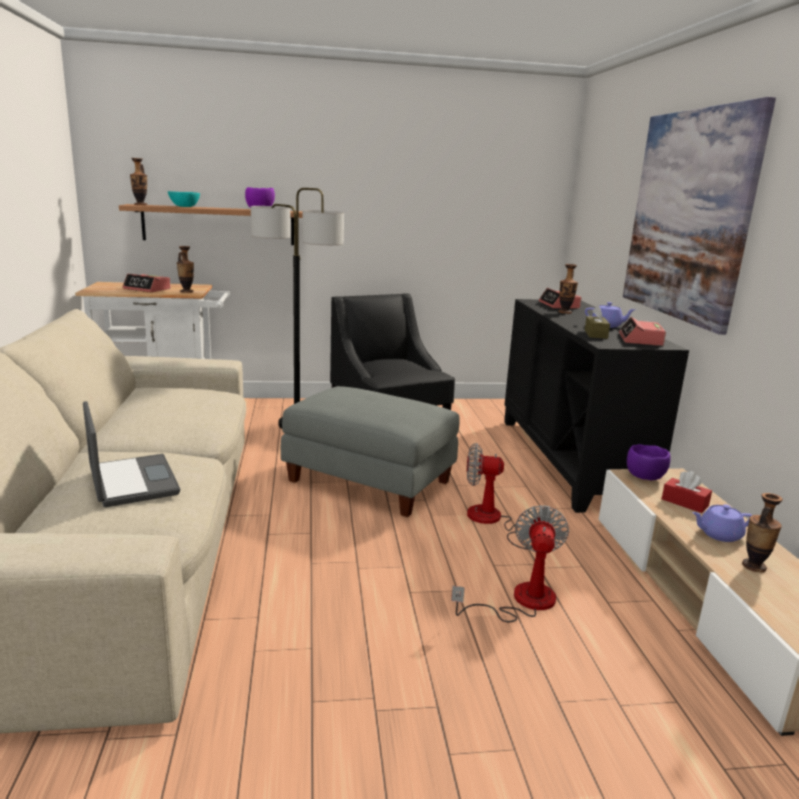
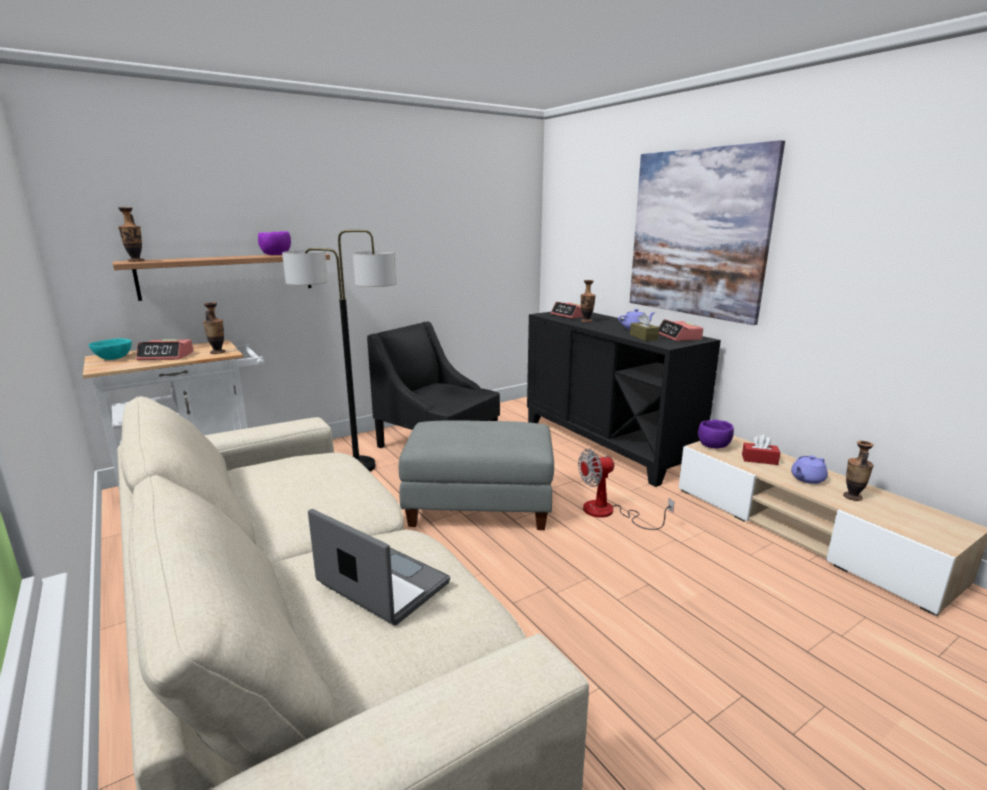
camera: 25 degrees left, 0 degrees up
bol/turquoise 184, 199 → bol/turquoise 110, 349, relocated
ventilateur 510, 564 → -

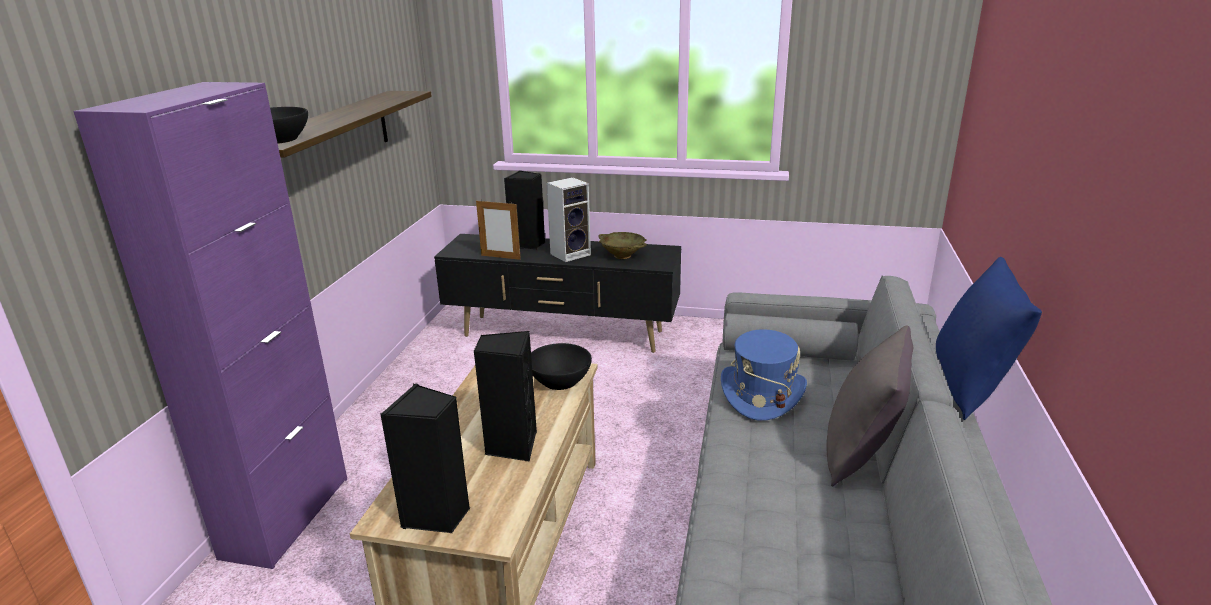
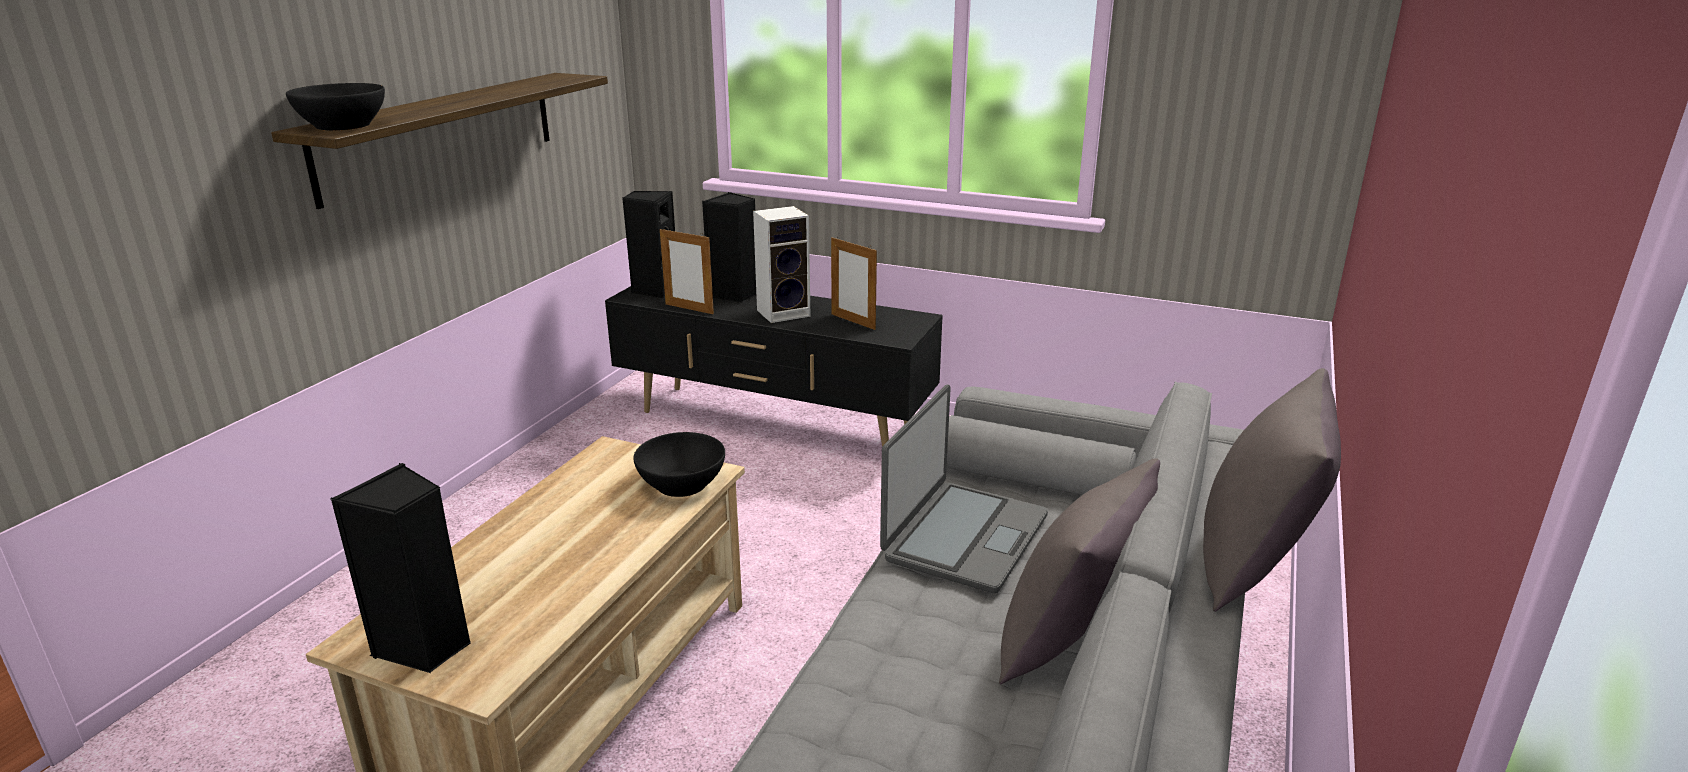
camera: 10 degrees right, 0 degrees up
meuble de rangement/violet 210, 325 → -
bol/beige 622, 245 → cadre photo 854, 283
coussin/bleu 989, 338 → coussin/gris 1272, 490
chapeau/bleu 764, 375 → ordinateur portable 964, 489
enceinte/noir 505, 396 → enceinte/noir 648, 244, relocated

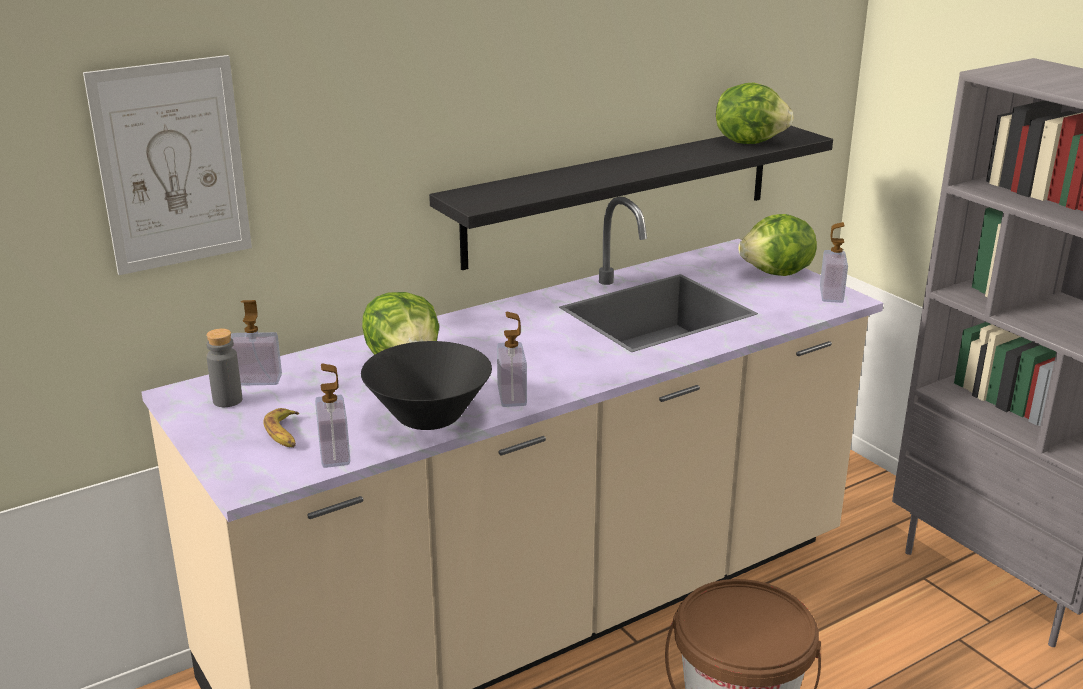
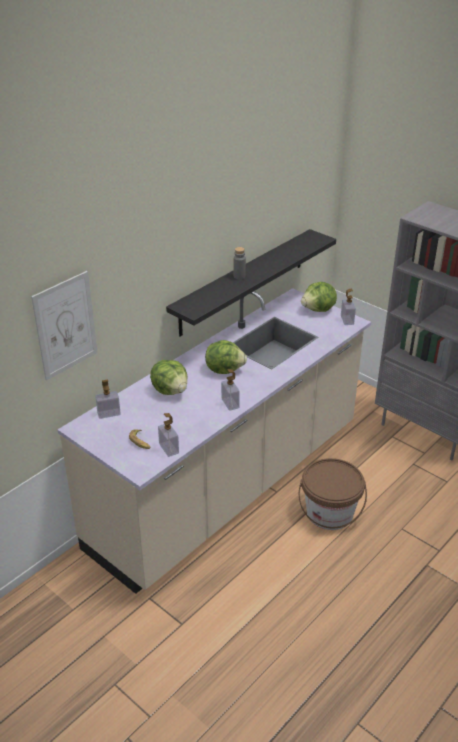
camera: 15 degrees left, 10 degrees up
laitue 754, 113 → laitue 226, 357, relocated
bouteille/gris 224, 368 → bouteille/gris 240, 263, relocated
bol/noir 426, 385 → -

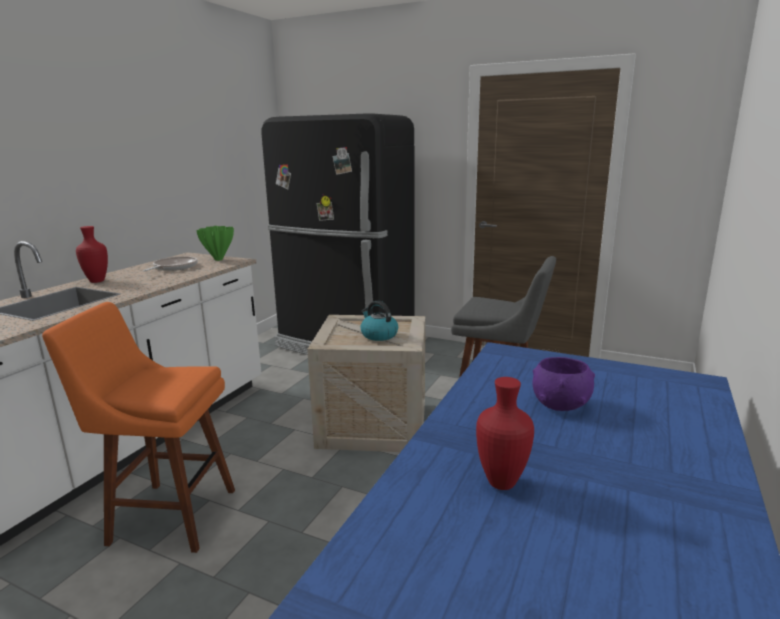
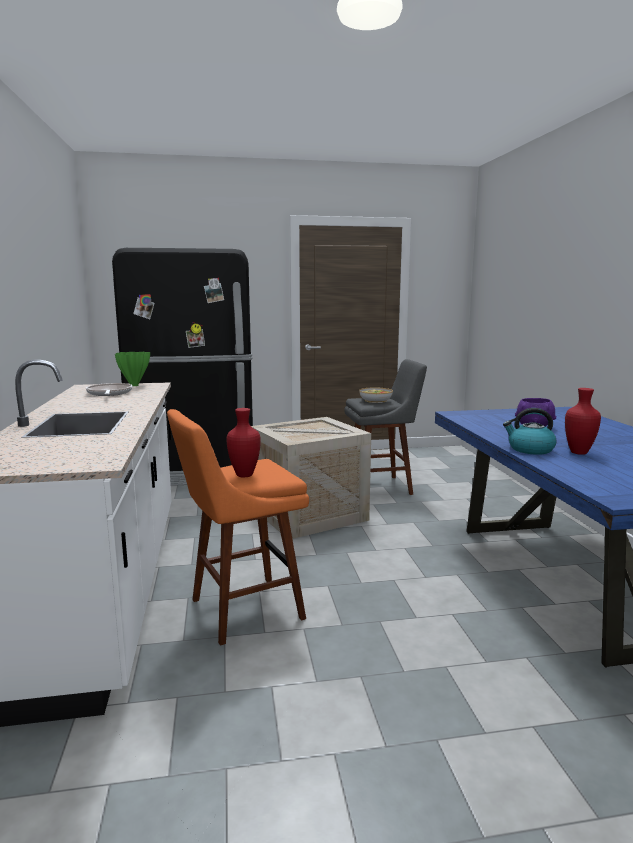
camera: 35 degrees left, 5 degrees down
vase/rouge 92, 254 → vase/rouge 244, 442, relocated
bouilloire 379, 321 → bouilloire 530, 431, relocated
- → bol 376, 395

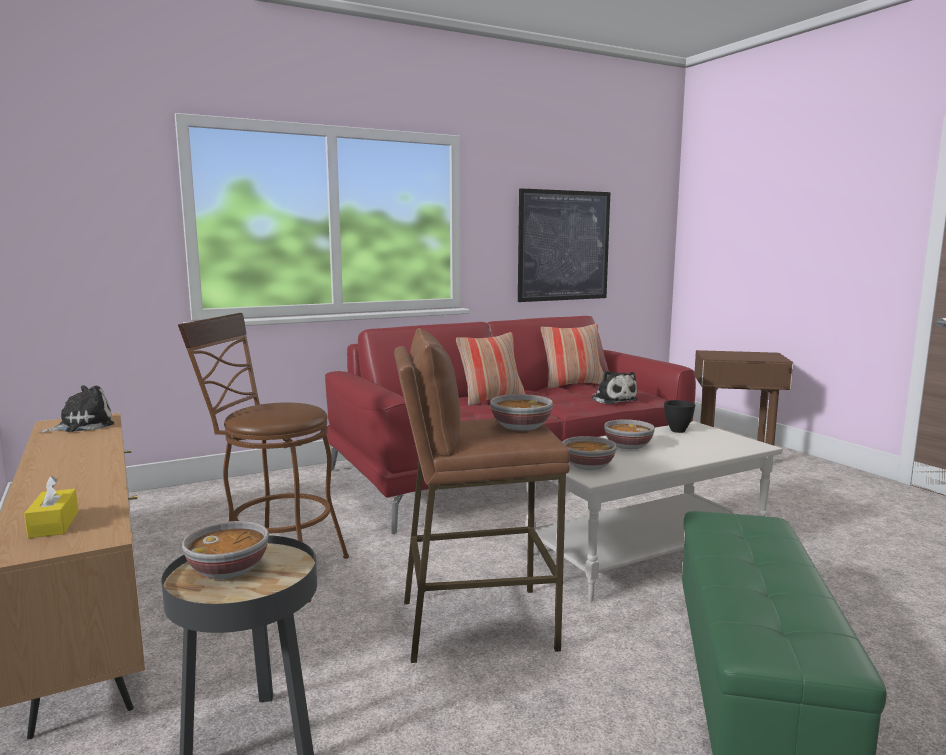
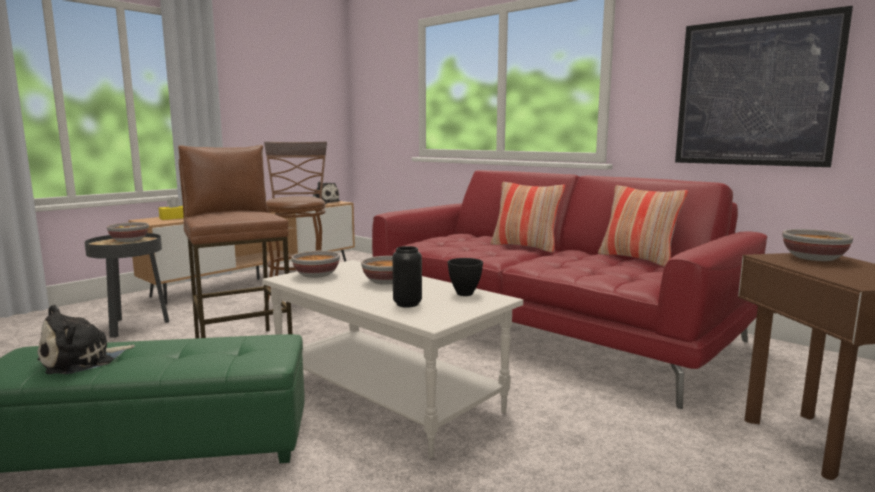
camera: 70 degrees right, 0 degrees up
peluche 615, 387 → peluche 86, 339, relocated
bol 521, 412 → bol 818, 245, relocated
- → vase/noir 407, 277

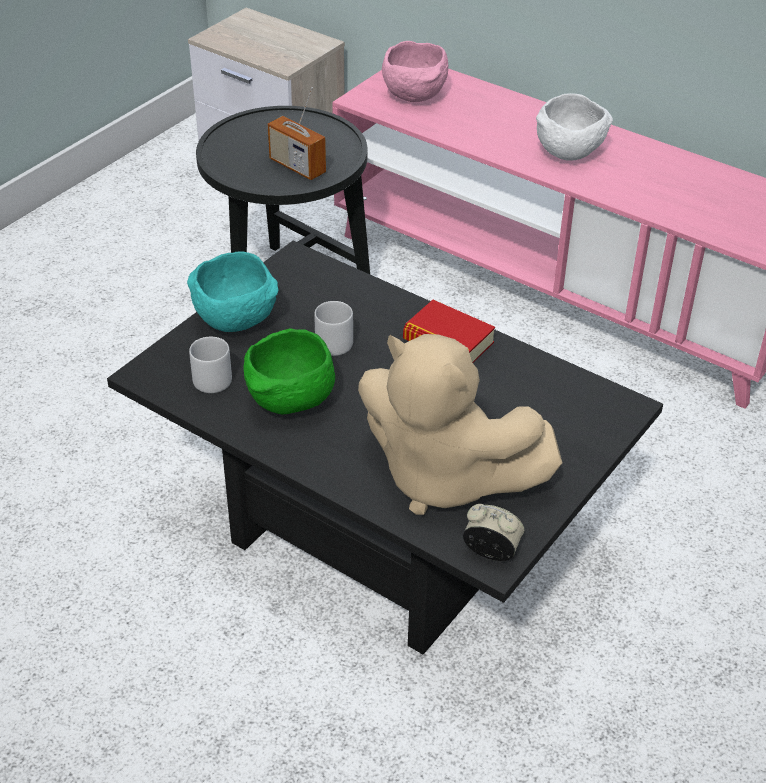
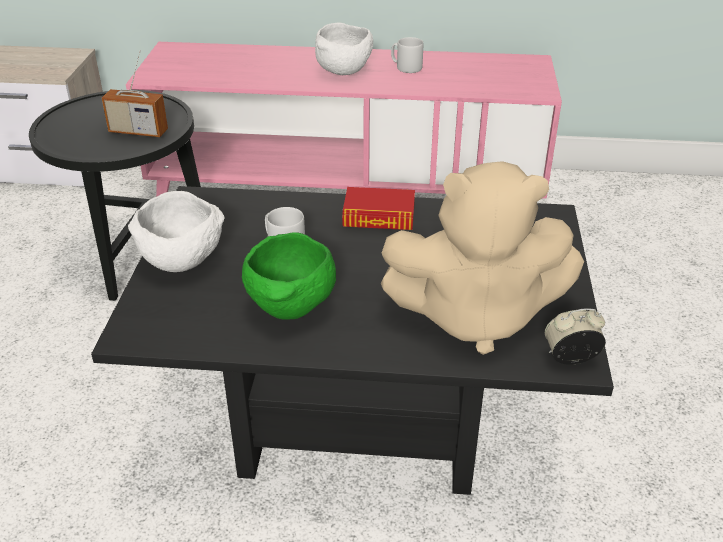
camera: 30 degrees left, 5 degrees down
bol/rose 415, 71 → -
bol/turquoise 232, 291 → bol/blanc 176, 231
mug/gris 210, 365 → mug/gris 407, 55, relocated

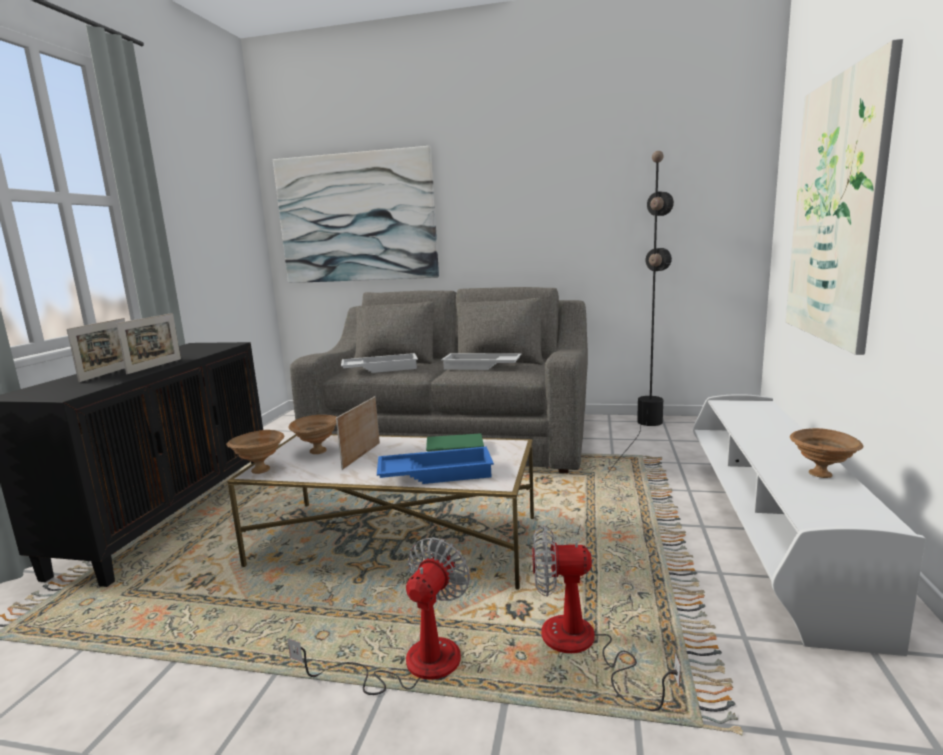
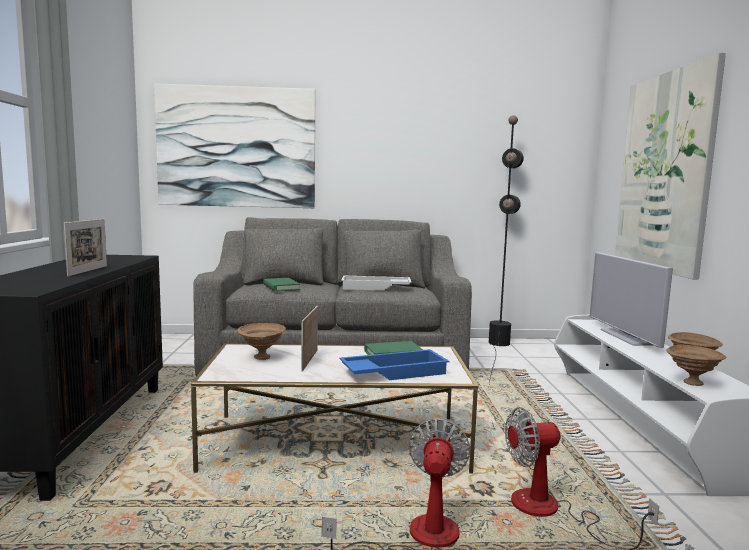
camera: 15 degrees left, 5 degrees down
cadre photo 96, 350 → -
plateau/blanc 379, 363 → livre/vert 281, 284
bol/marron 255, 452 → bol/marron 696, 365, relocated
- → téléviseur 631, 300

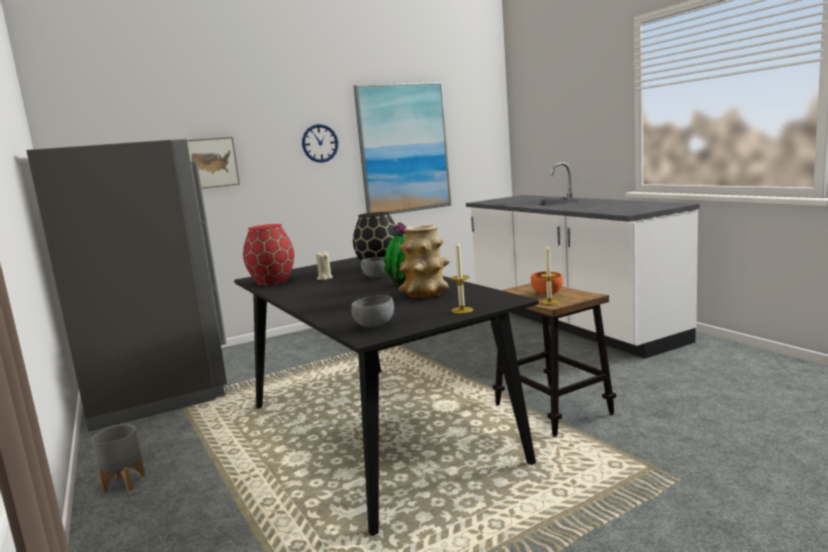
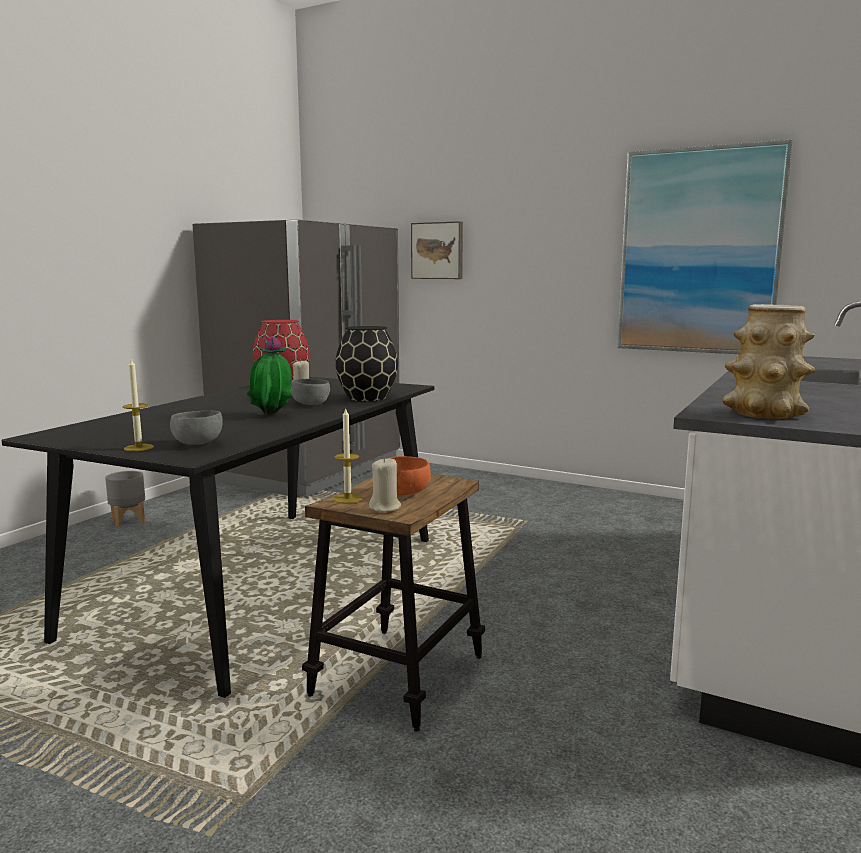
camera: 55 degrees right, 0 degrees up
horloge murale 320, 143 → -
vase 424, 261 → vase 768, 361, relocated
bol/gris 373, 311 → bol/gris 196, 428, relocated
- → bougie/beige 385, 484

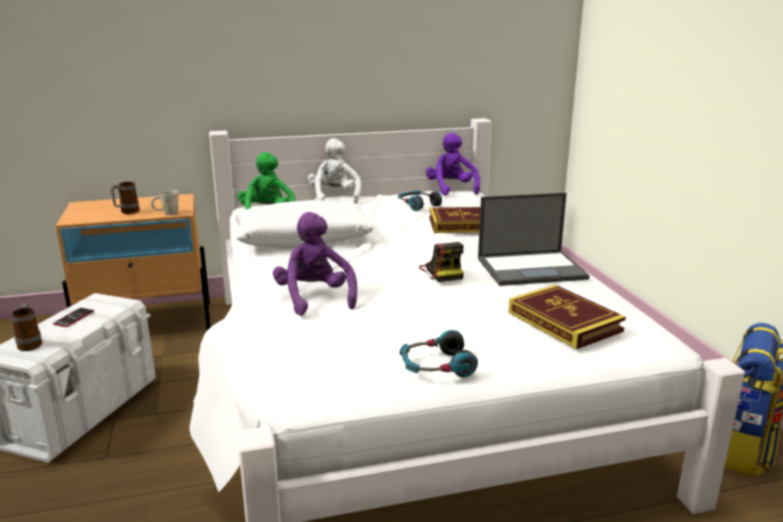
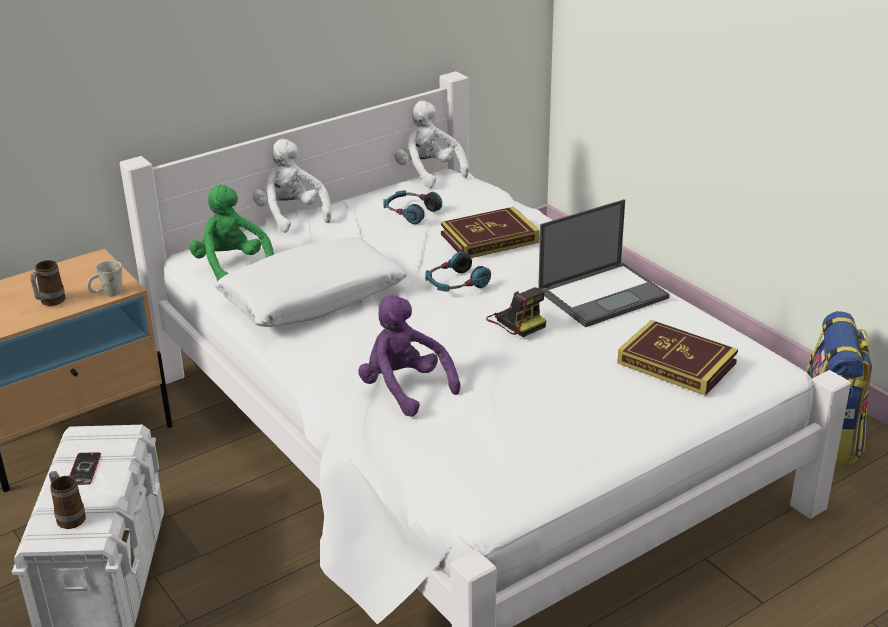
camera: 20 degrees left, 10 degrees up
peluche/violet 453, 164 → peluche/blanc 431, 144
casque audio 439, 353 → casque audio 458, 272, relocated

